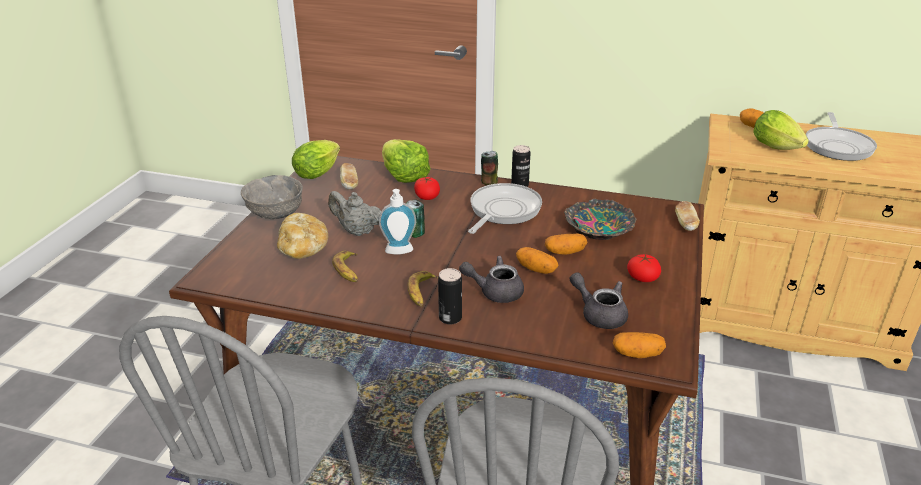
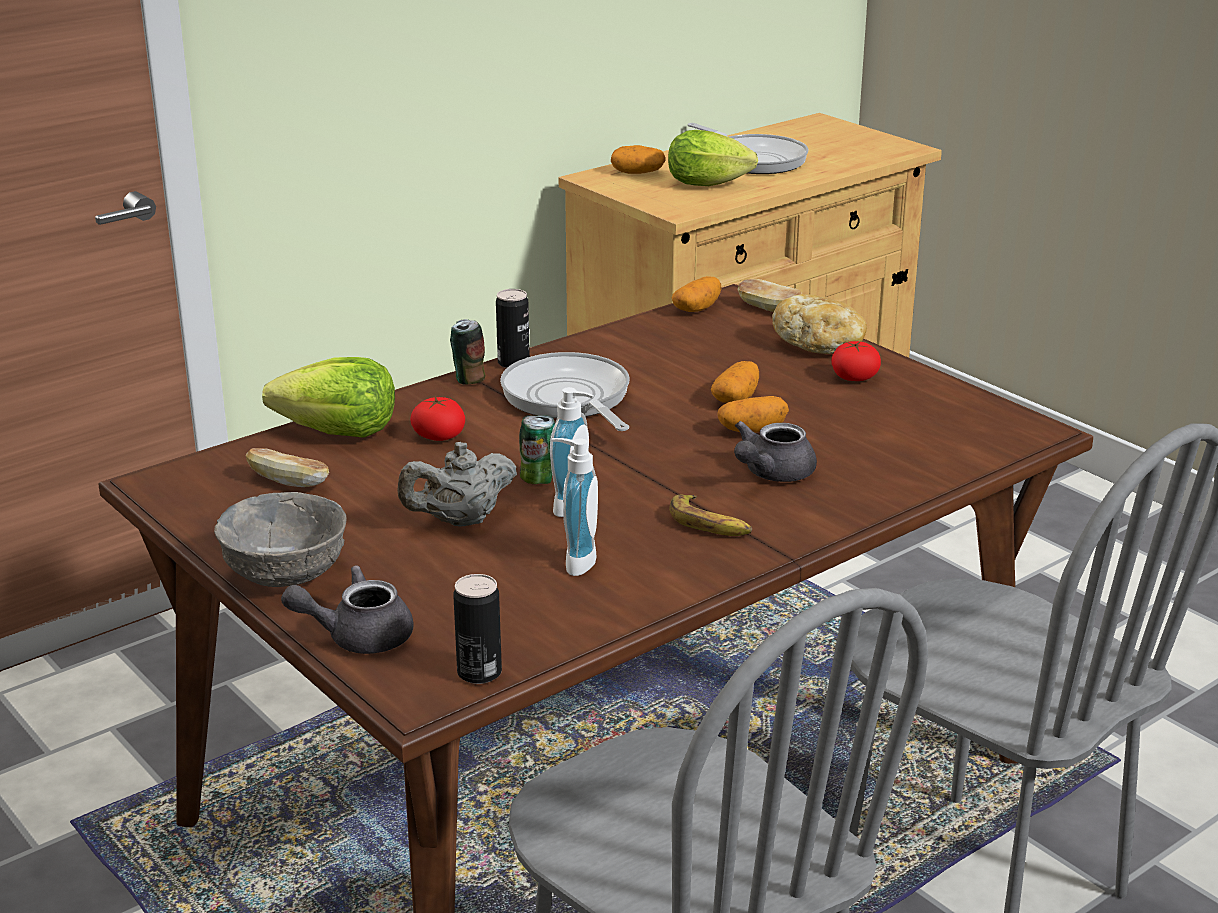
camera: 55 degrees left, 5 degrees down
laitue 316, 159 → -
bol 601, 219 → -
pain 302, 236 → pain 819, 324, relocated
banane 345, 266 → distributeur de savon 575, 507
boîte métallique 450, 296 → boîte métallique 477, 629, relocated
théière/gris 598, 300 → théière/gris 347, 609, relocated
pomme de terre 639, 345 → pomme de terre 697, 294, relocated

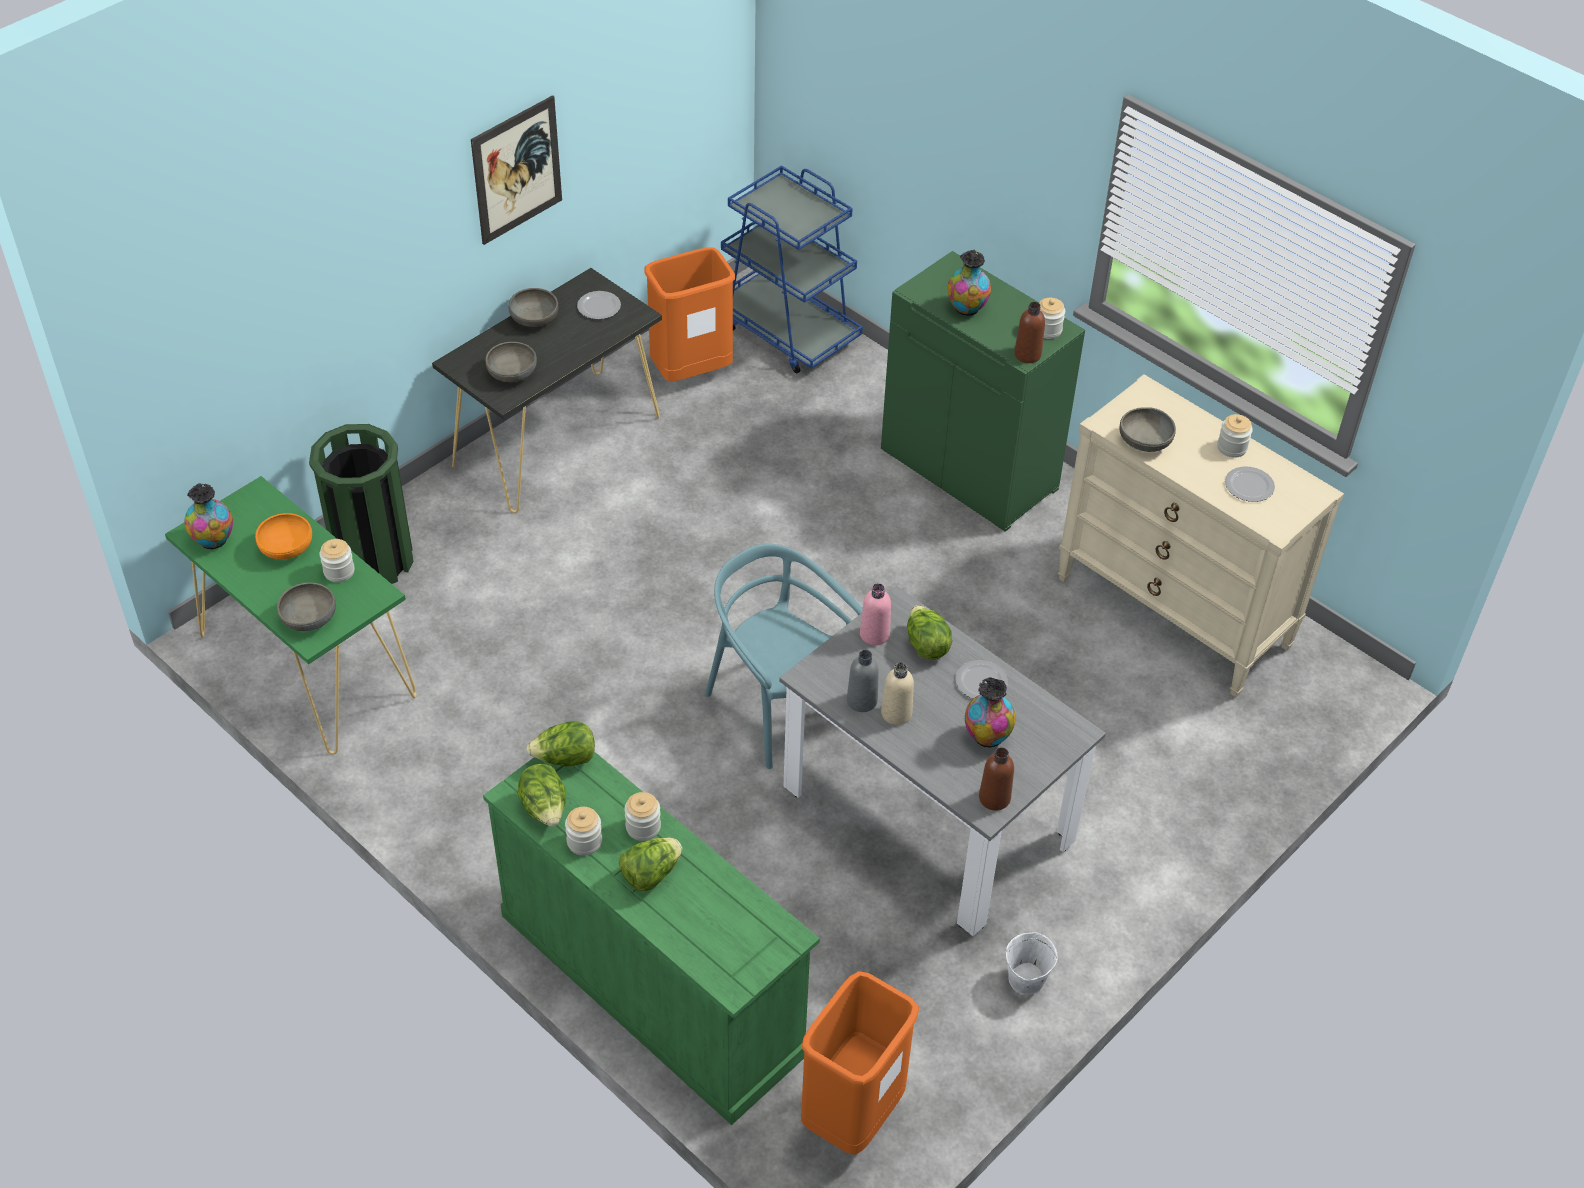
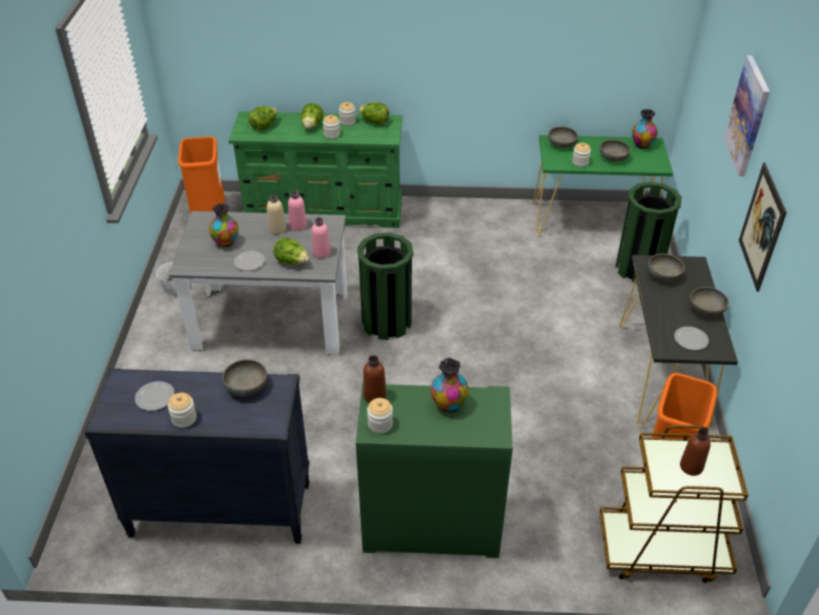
camera: 140 degrees right, 5 degrees down
chariot/bleu 792, 269 → chariot/marron 674, 504
commode/beige 1201, 535 → commode/noir 197, 456
bol/orange 283, 536 → bol/gris 615, 151
chaise/turquoise 784, 656 → poubelle/vert 385, 286
bouteille/gris 863, 681 → bouteille/rose 297, 211
laitue 560, 744 → laitue 263, 118, relocated
bouteille/marron 996, 779 → bouteille/marron 695, 452, relocated
- → tableau 747, 115

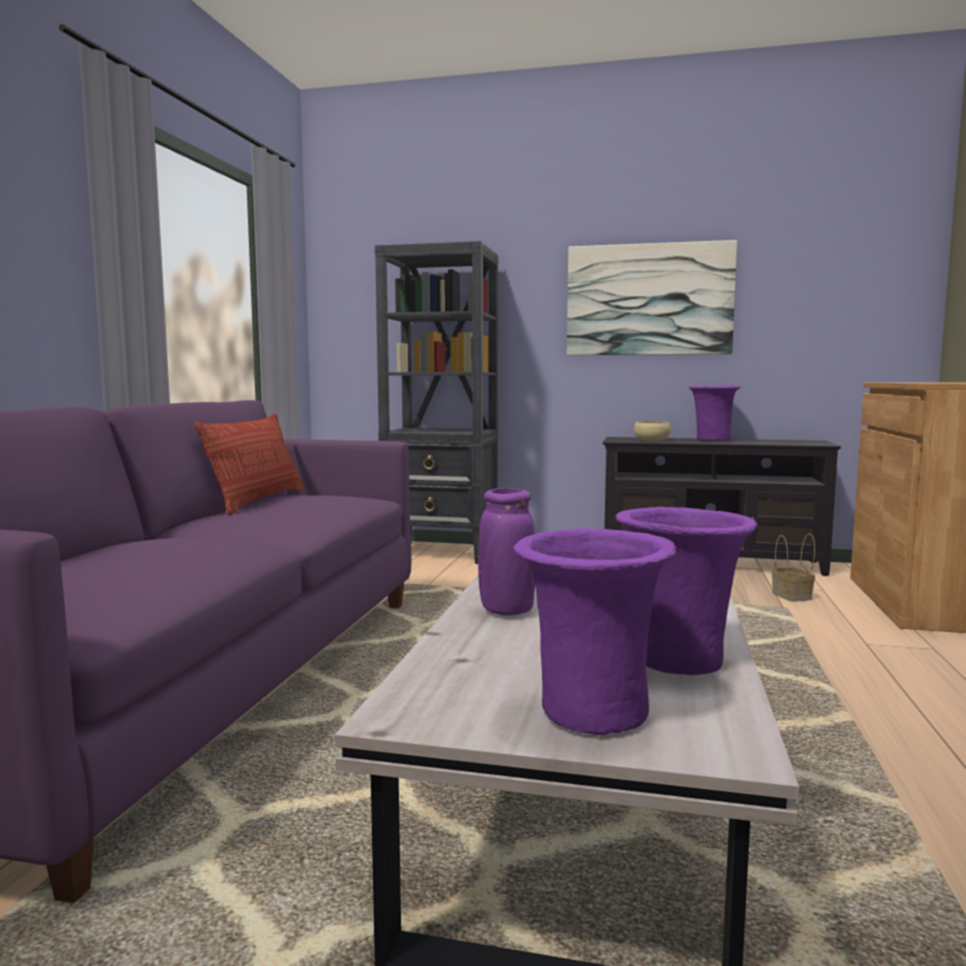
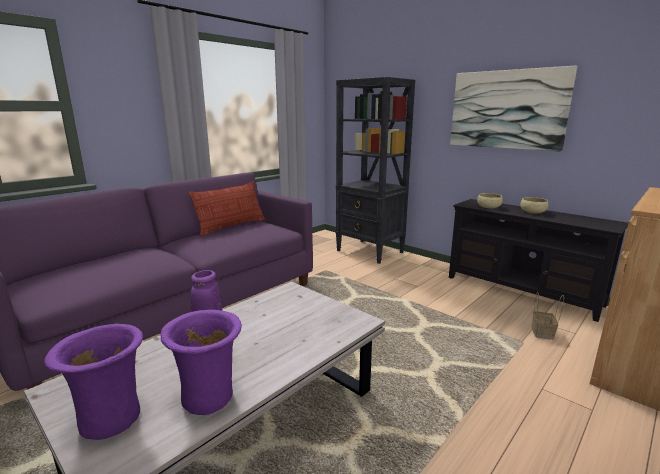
camera: 30 degrees right, 10 degrees up
vase/violet 715, 413 → bol/beige 534, 205

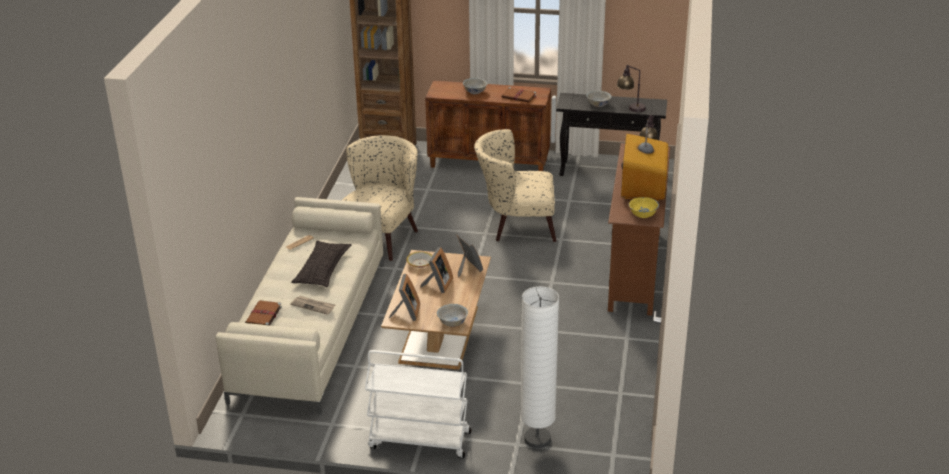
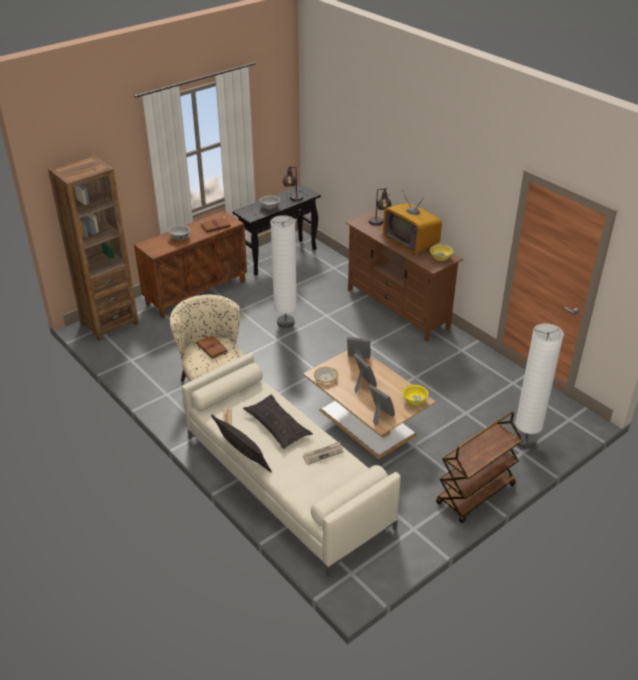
camera: 50 degrees left, 5 degrees up
fauteuil/beige 515, 185 → lampadaire/blanc 283, 271
livre/marron 263, 312 → livre/marron 212, 347, relocated
bol/blanc 452, 315 → bol/jaune 415, 395
chariot/blanc 418, 404 → chariot/marron 479, 467
- → coussin 241, 443

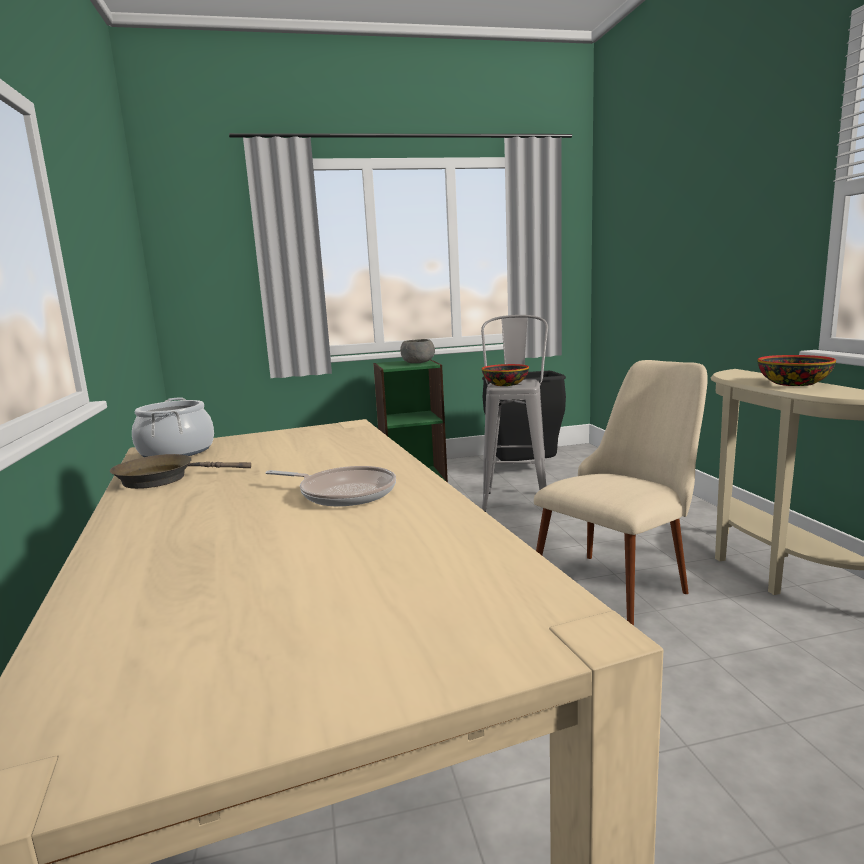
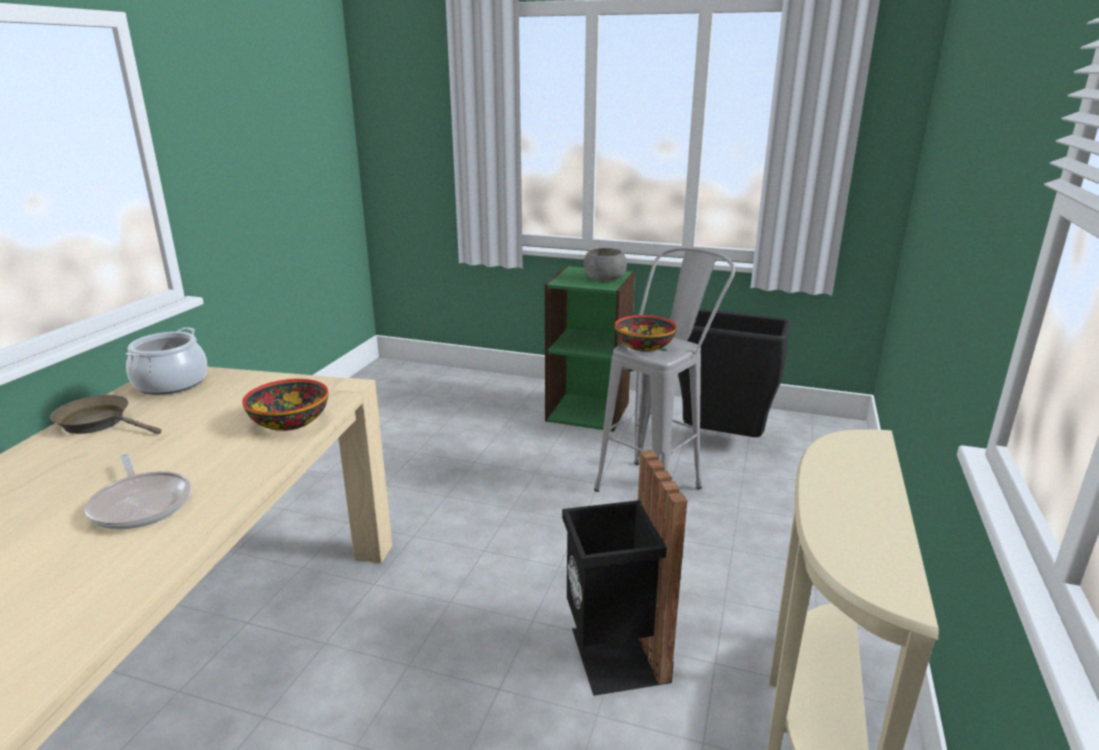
camera: 30 degrees right, 10 degrees up
bol 796, 370 → bol 285, 405, relocated
chaise/beige 621, 493 → poubelle/noir 624, 573

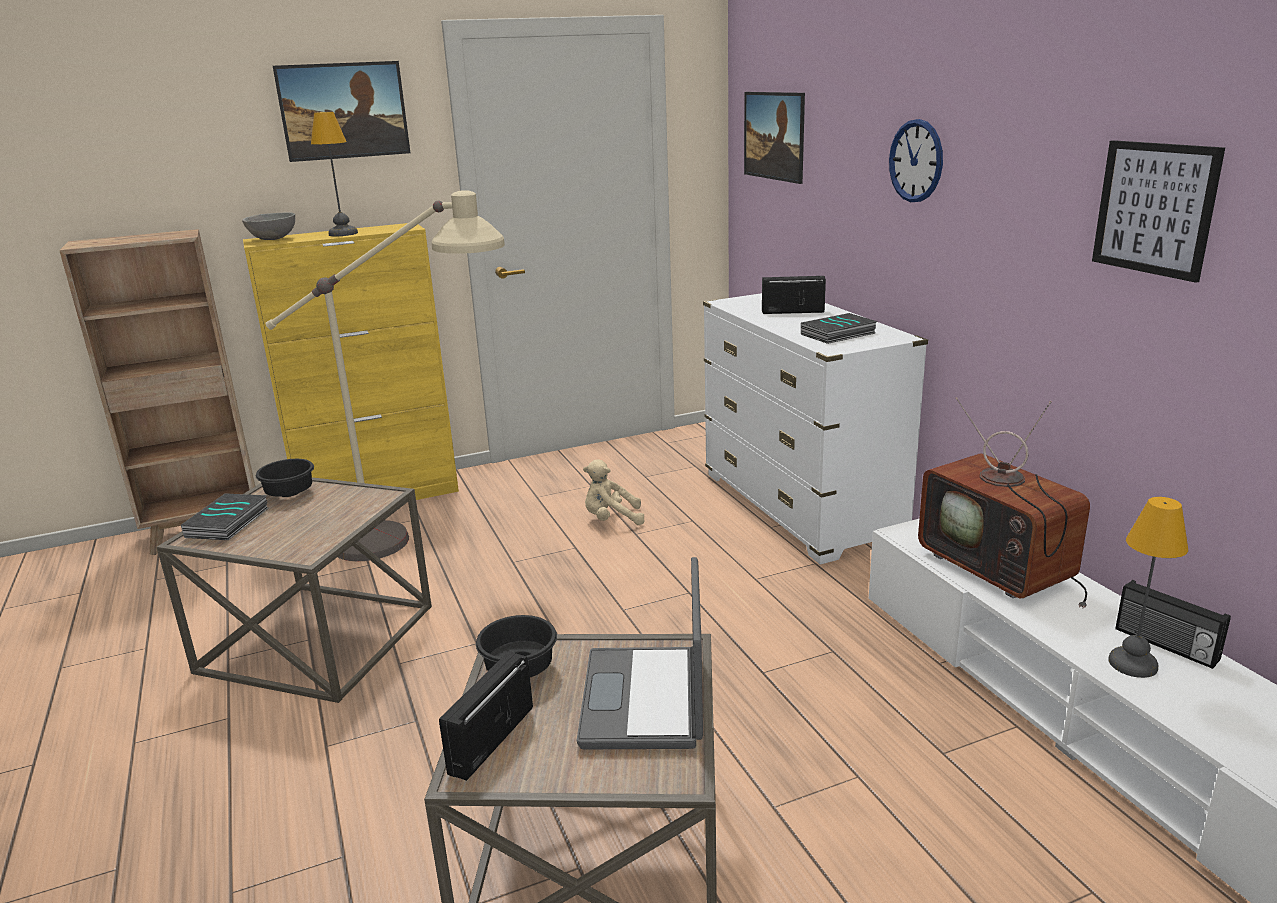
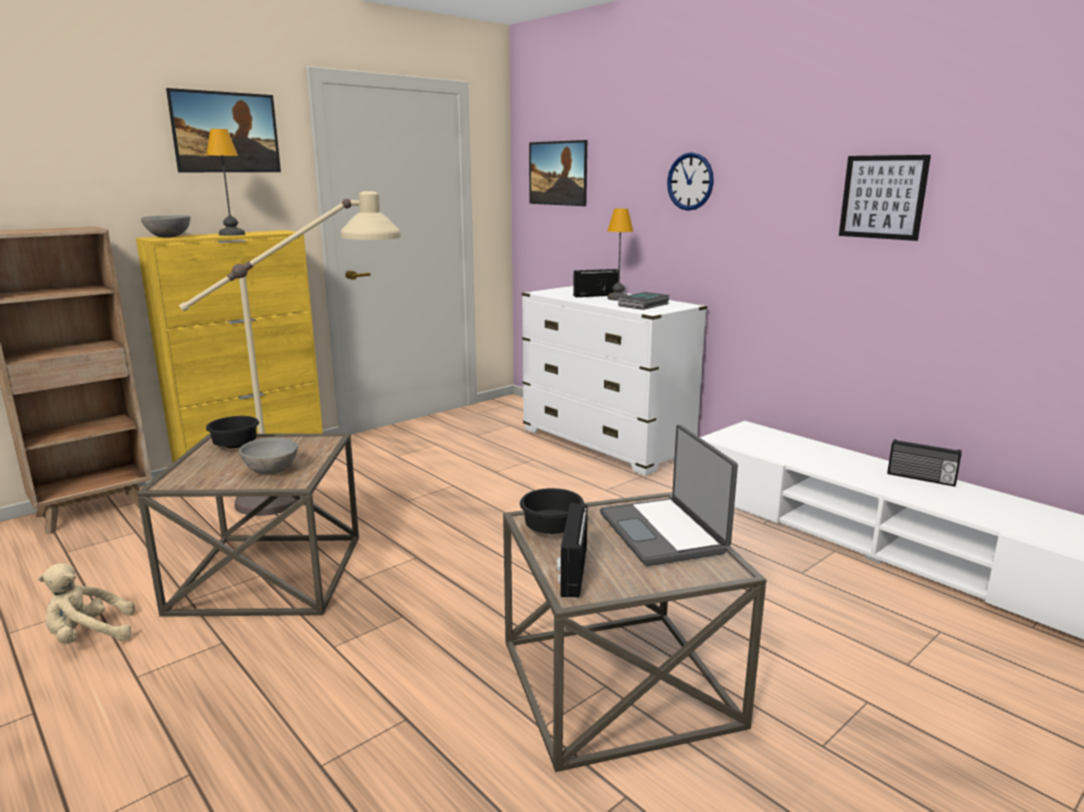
camera: 20 degrees left, 5 degrees down
téléviseur 1004, 502 → -
peluche/beige 614, 492 → peluche/beige 86, 603, relocated
livre 225, 516 → -
lampe de table 1148, 587 → lampe de table 620, 254, relocated
- → bol/gris 268, 456

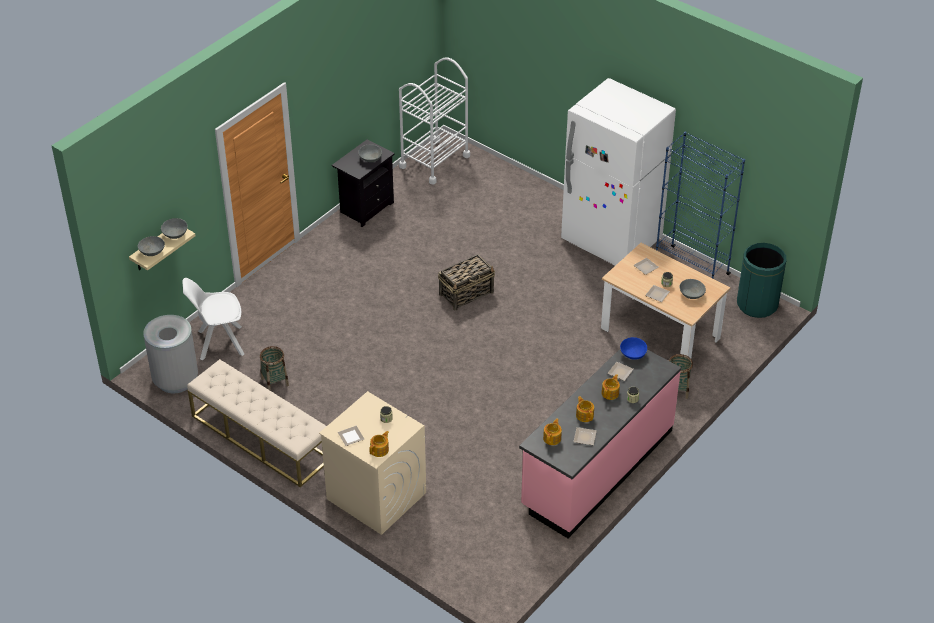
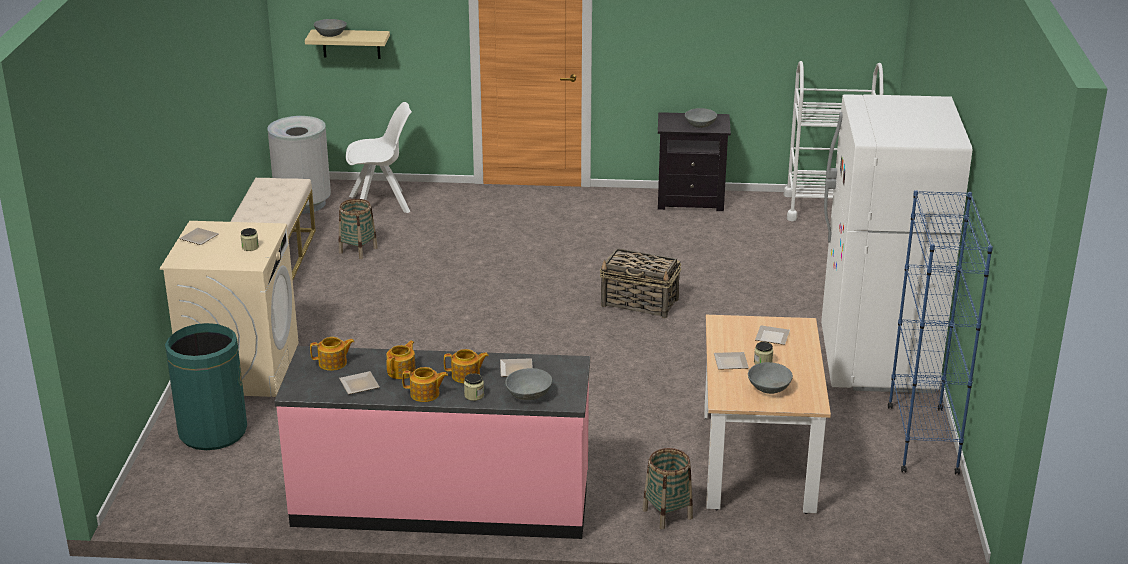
camera: 55 degrees right, 15 degrees down
bol/gris 174, 228 → bol/gris 528, 384, relocated
poubelle/vert 761, 280 → poubelle/vert 206, 386, relocated
chaise/blanc 213, 319 → chaise/blanc 379, 157, 120 degrees clockwise
bol/bleu 633, 348 → -
théière 379, 444 → théière 425, 384, relocated

